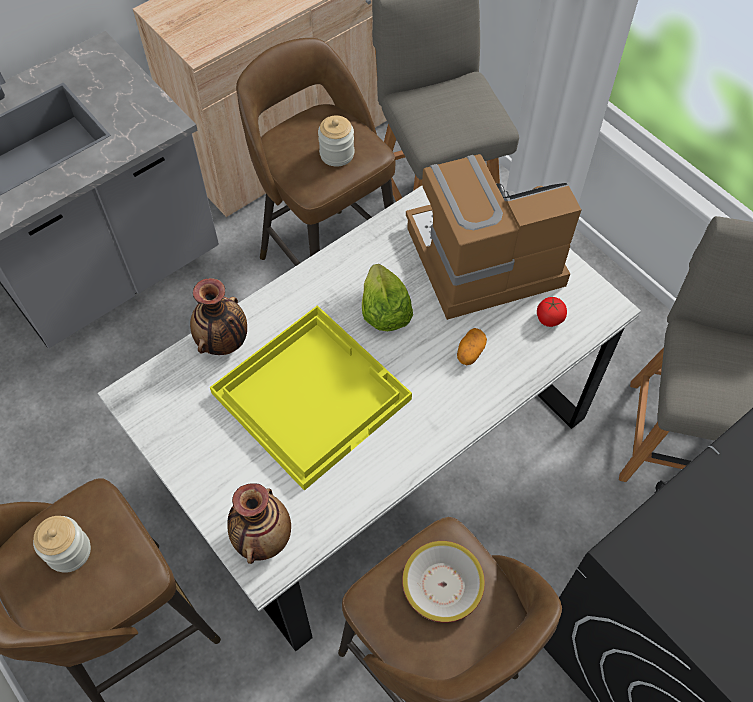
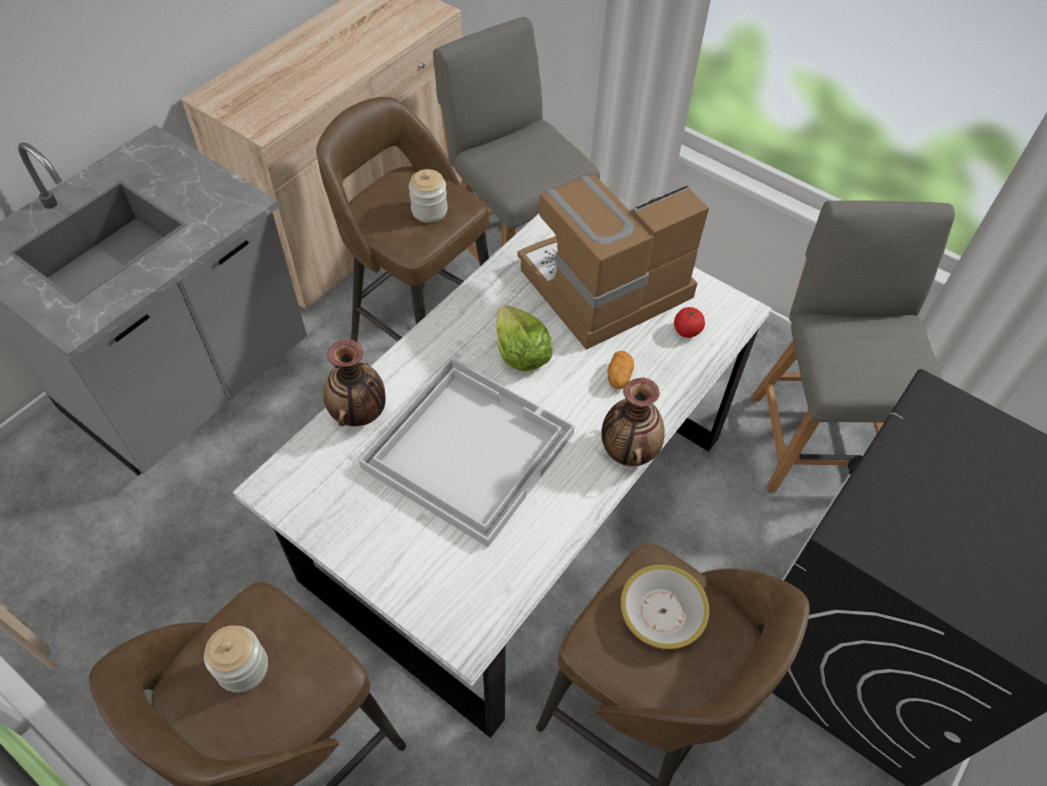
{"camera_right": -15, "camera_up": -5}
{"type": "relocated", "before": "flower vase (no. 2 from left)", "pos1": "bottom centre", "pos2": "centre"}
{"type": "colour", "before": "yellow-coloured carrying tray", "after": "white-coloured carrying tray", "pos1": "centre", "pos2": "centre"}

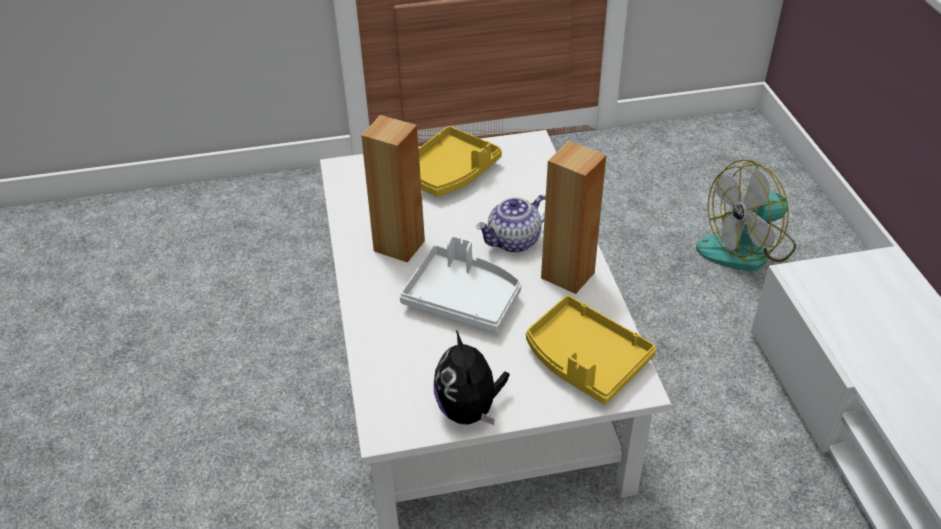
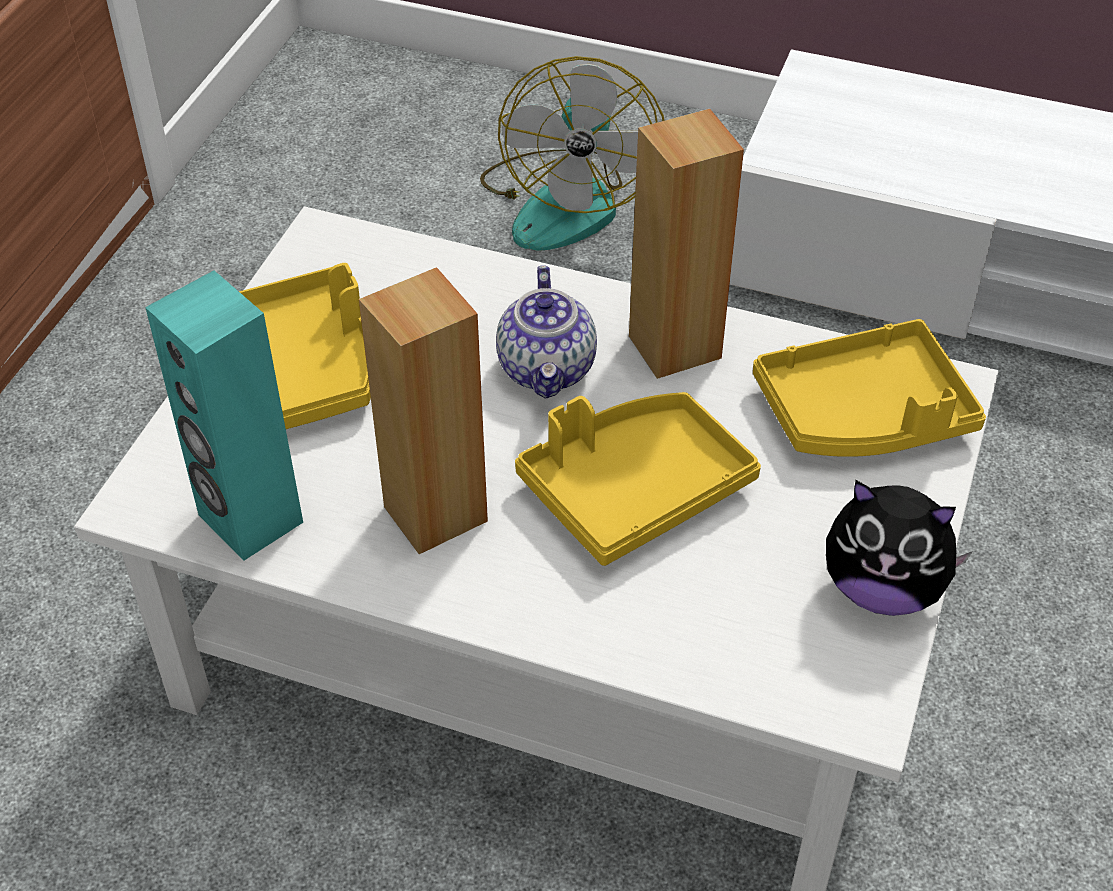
{"camera_right": -60, "camera_up": 5}
{"type": "appeared", "after": "turquoise-coloured loudspeaker", "pos2": "middle left"}
{"type": "colour", "before": "white-coloured carrying tray", "after": "yellow-coloured carrying tray (no. 2 from left)", "pos1": "centre", "pos2": "centre"}

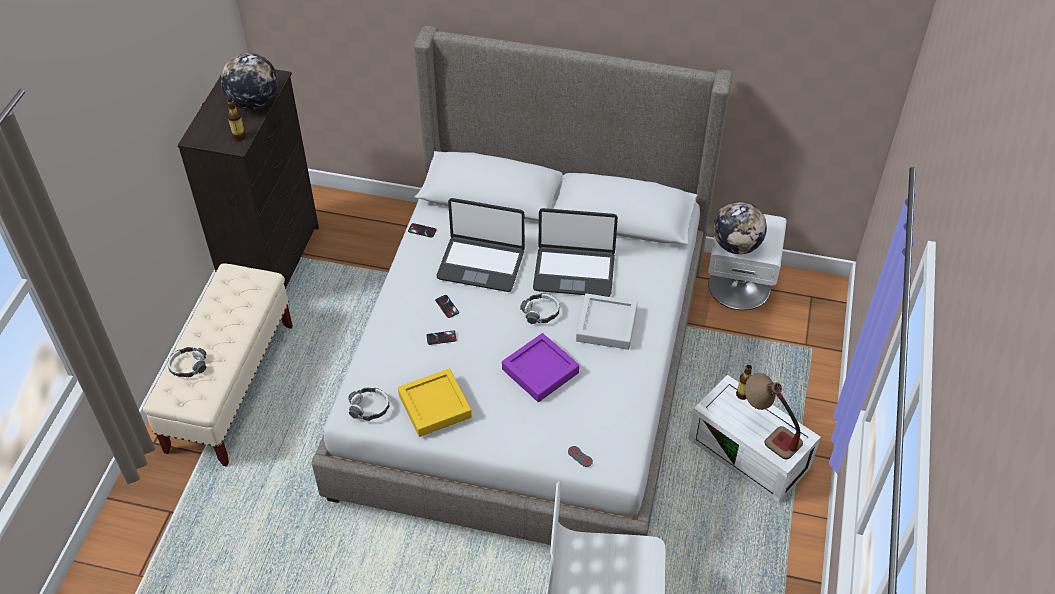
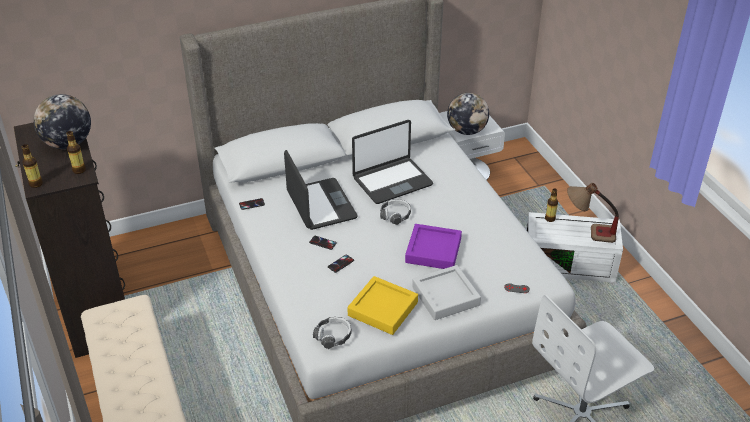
{"camera_right": -35, "camera_up": -10}
{"type": "missing", "before": "headset (no. 1 from left)", "pos1": "middle left"}
{"type": "appeared", "after": "beverage bottle (no. 1 from left)", "pos2": "middle left"}
{"type": "relocated", "before": "greyish carrying tray", "pos1": "centre", "pos2": "bottom centre"}
{"type": "spun", "before": "portable computer (no. 1 from left)", "pos1": "centre", "pos2": "centre", "turn": -90}

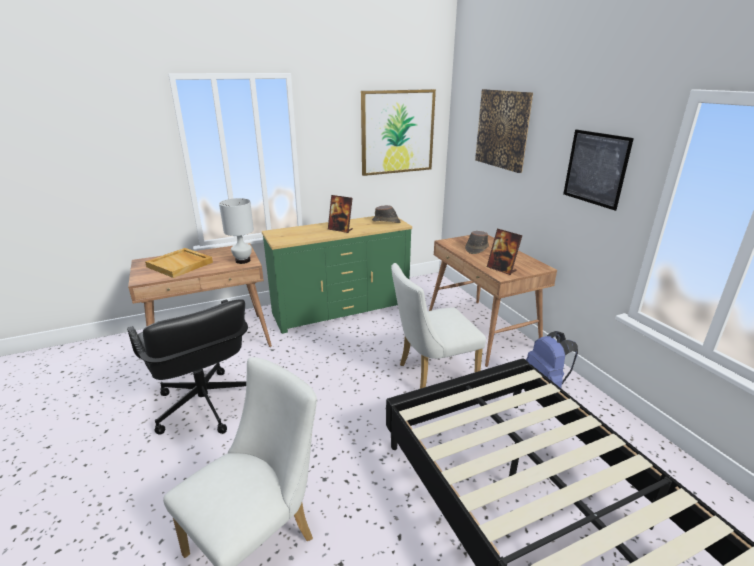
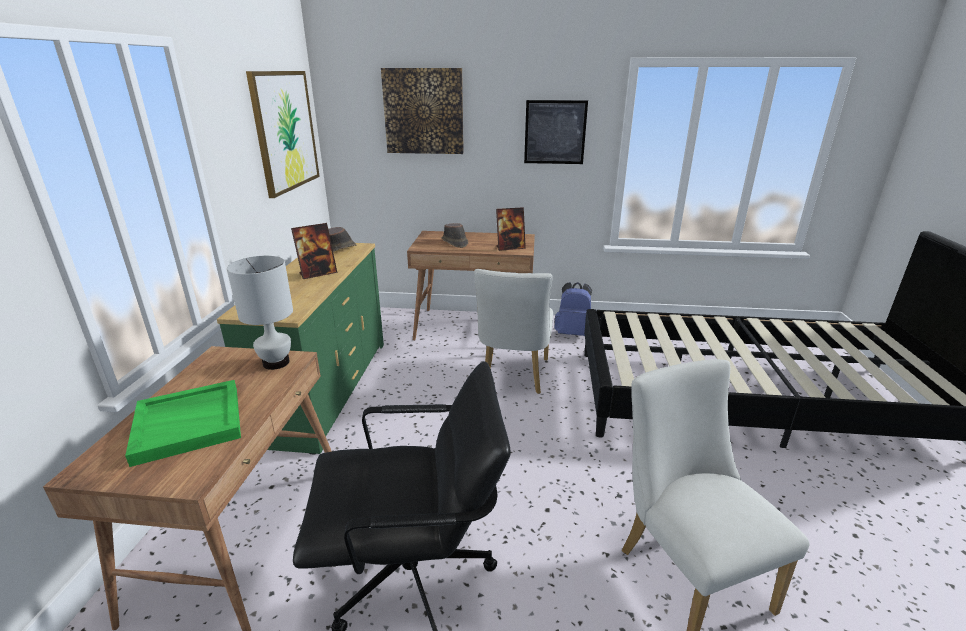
{"camera_right": -60, "camera_up": 0}
{"type": "colour", "before": "beige carrying tray", "after": "green-coloured carrying tray", "pos1": "middle left", "pos2": "bottom left"}

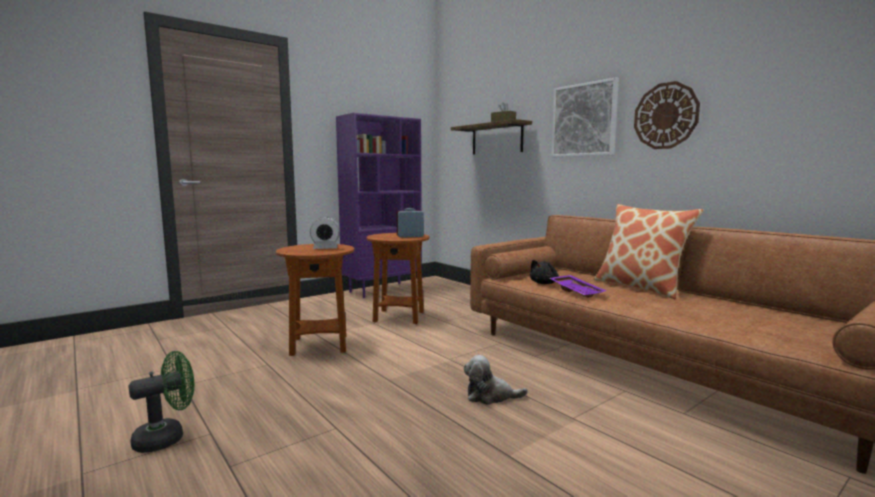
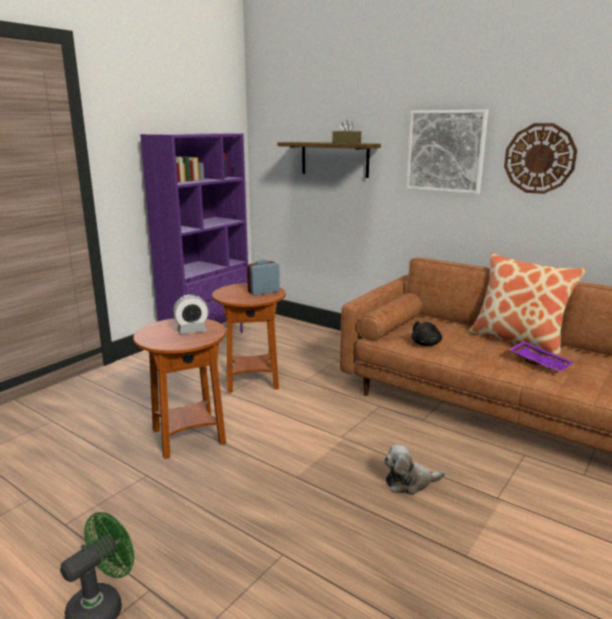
{"camera_right": -15, "camera_up": 10}
{"type": "relocated", "before": "purple-coloured carrying tray", "pos1": "centre", "pos2": "middle right"}

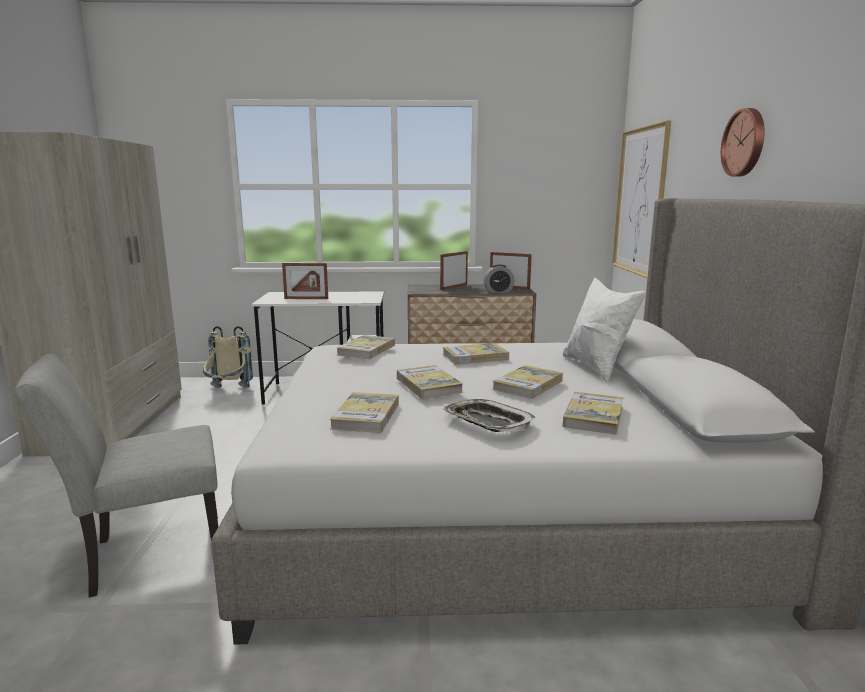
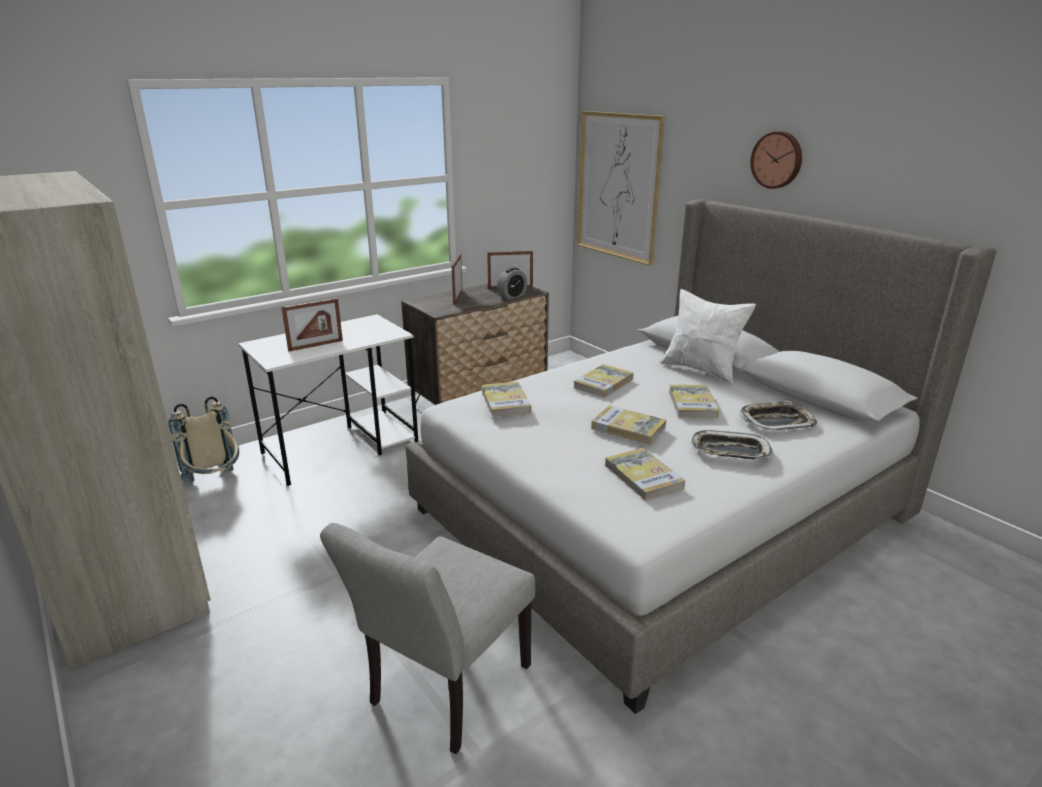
{"camera_right": -35, "camera_up": 10}
{"type": "exchanged", "before": "volume (no. 6 from left)", "after": "carrying tray (no. 2 from left)", "pos1": "middle right", "pos2": "middle right"}

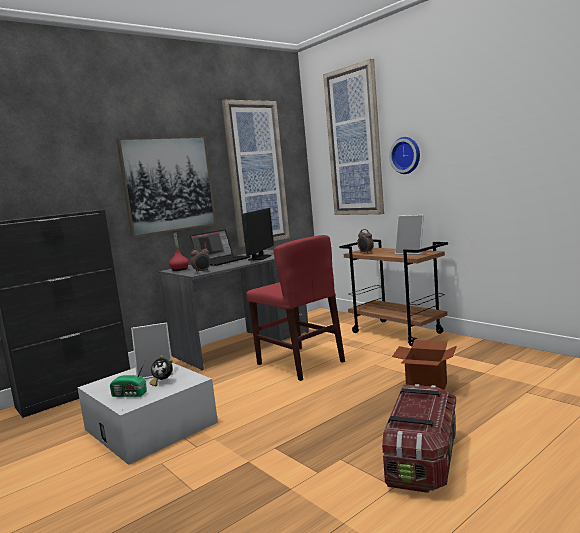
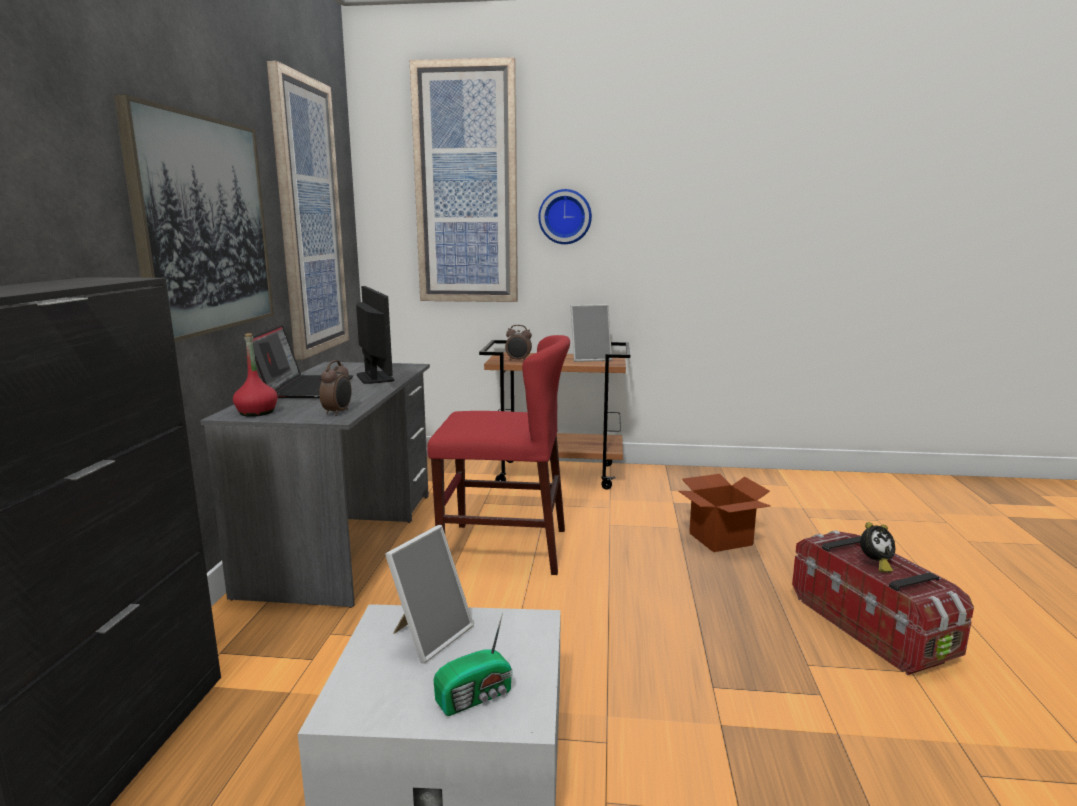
{"camera_right": -45, "camera_up": 5}
{"type": "relocated", "before": "bedside clock (no. 1 from left in the first image)", "after": "bedside clock (no. 3 from left)", "pos1": "bottom left", "pos2": "bottom right"}

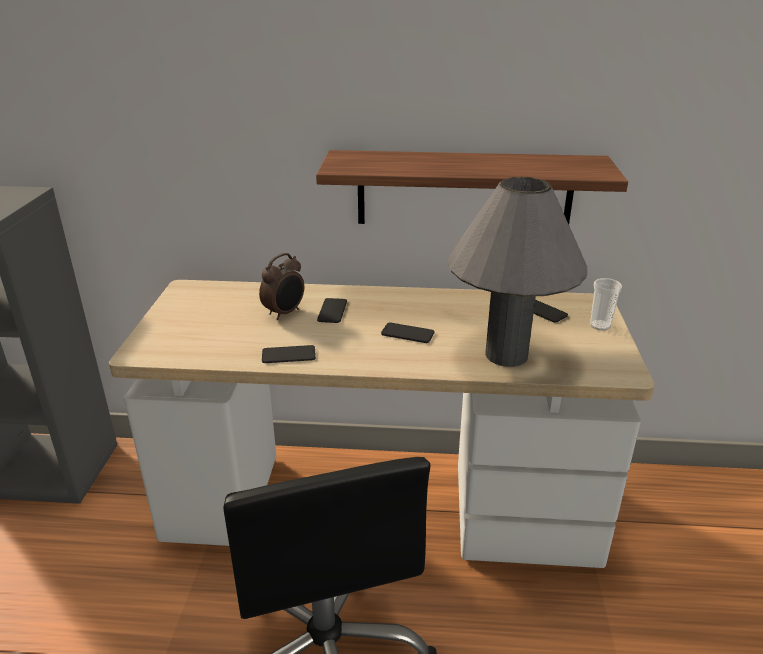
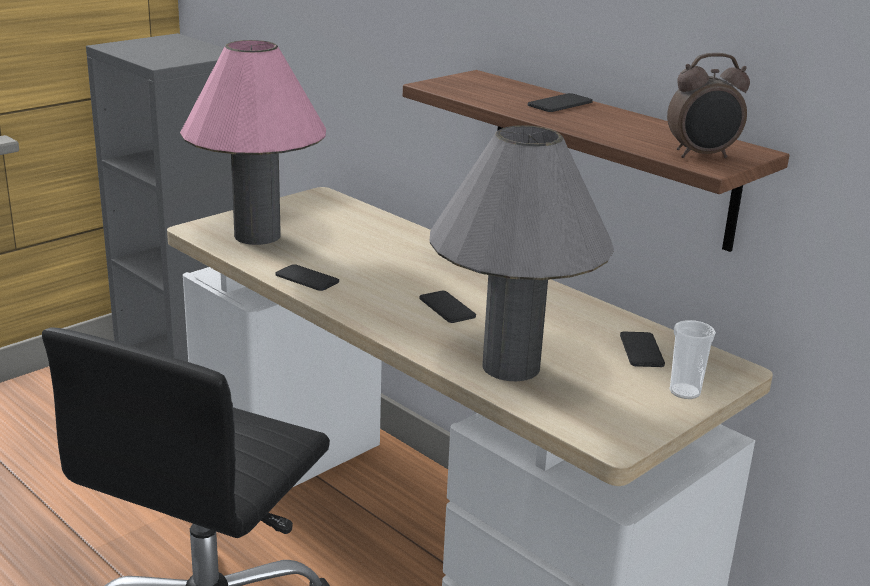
{"camera_right": 40, "camera_up": -5}
{"type": "appeared", "after": "pinkish table lamp", "pos2": "top left"}
{"type": "relocated", "before": "bedside clock", "pos1": "centre", "pos2": "top right"}
{"type": "relocated", "before": "phone (no. 2 from left in the first image)", "after": "phone (no. 3 from left)", "pos1": "centre", "pos2": "top centre"}

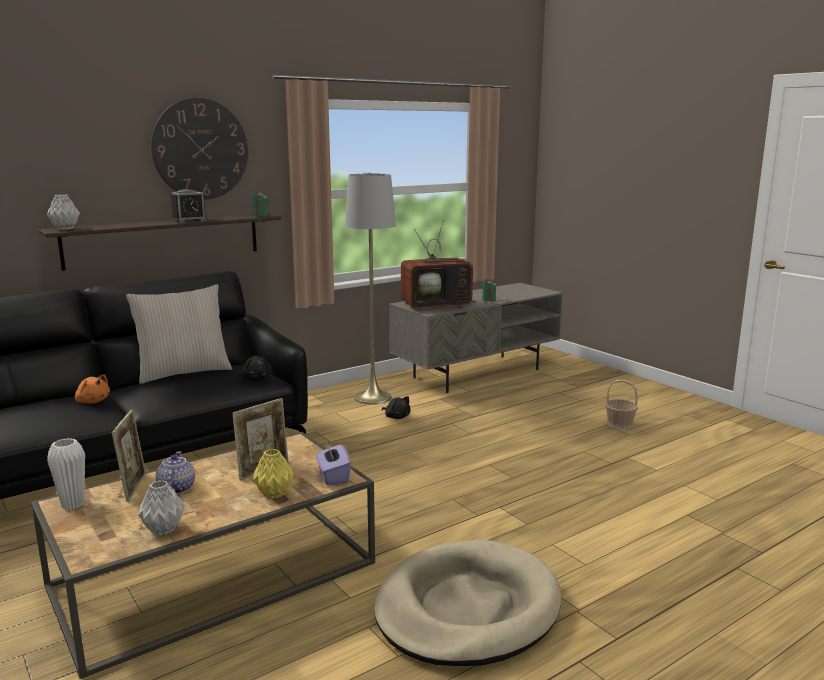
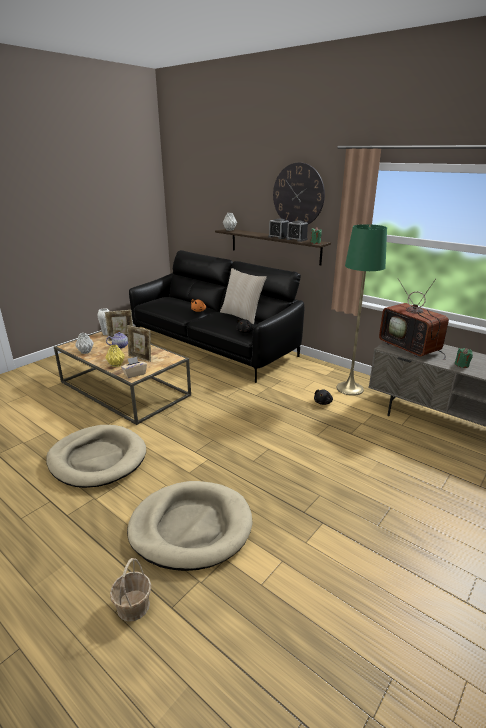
{"camera_right": 75, "camera_up": 10}
{"type": "appeared", "after": "beige dog bed (no. 2 from left)", "pos2": "bottom centre"}
{"type": "appeared", "after": "bedside clock (no. 2 from left)", "pos2": "top centre"}
{"type": "relocated", "before": "basket", "pos1": "middle right", "pos2": "bottom left"}
{"type": "colour", "before": "purple-coloured tissue box", "after": "beige tissue box", "pos1": "bottom centre", "pos2": "middle left"}
{"type": "colour", "before": "greyish standing lamp", "after": "green-coloured standing lamp", "pos1": "centre", "pos2": "middle right"}

